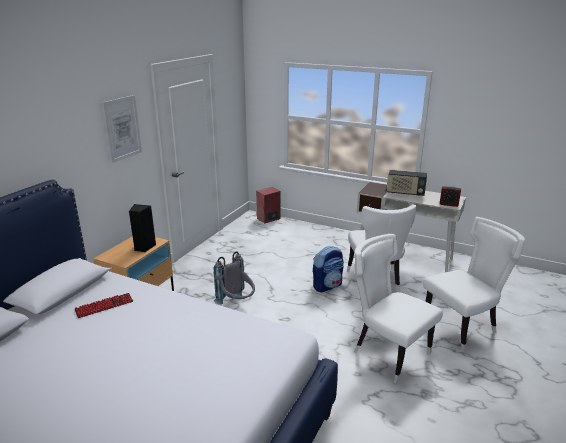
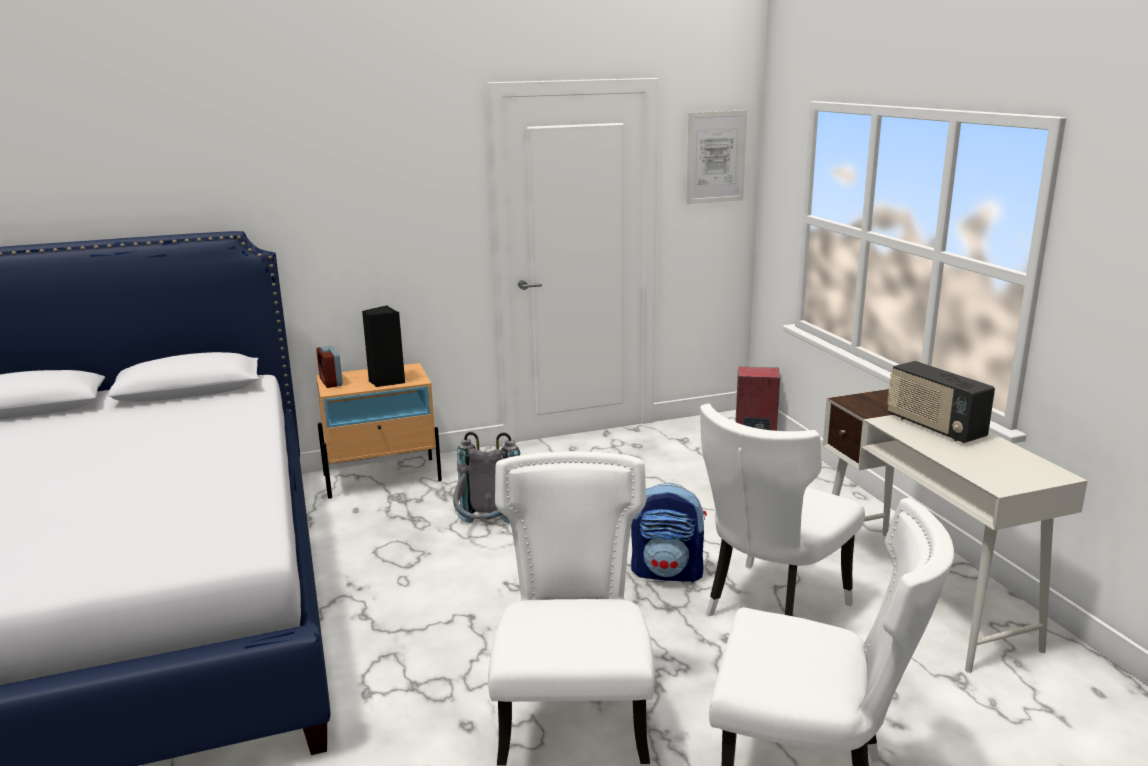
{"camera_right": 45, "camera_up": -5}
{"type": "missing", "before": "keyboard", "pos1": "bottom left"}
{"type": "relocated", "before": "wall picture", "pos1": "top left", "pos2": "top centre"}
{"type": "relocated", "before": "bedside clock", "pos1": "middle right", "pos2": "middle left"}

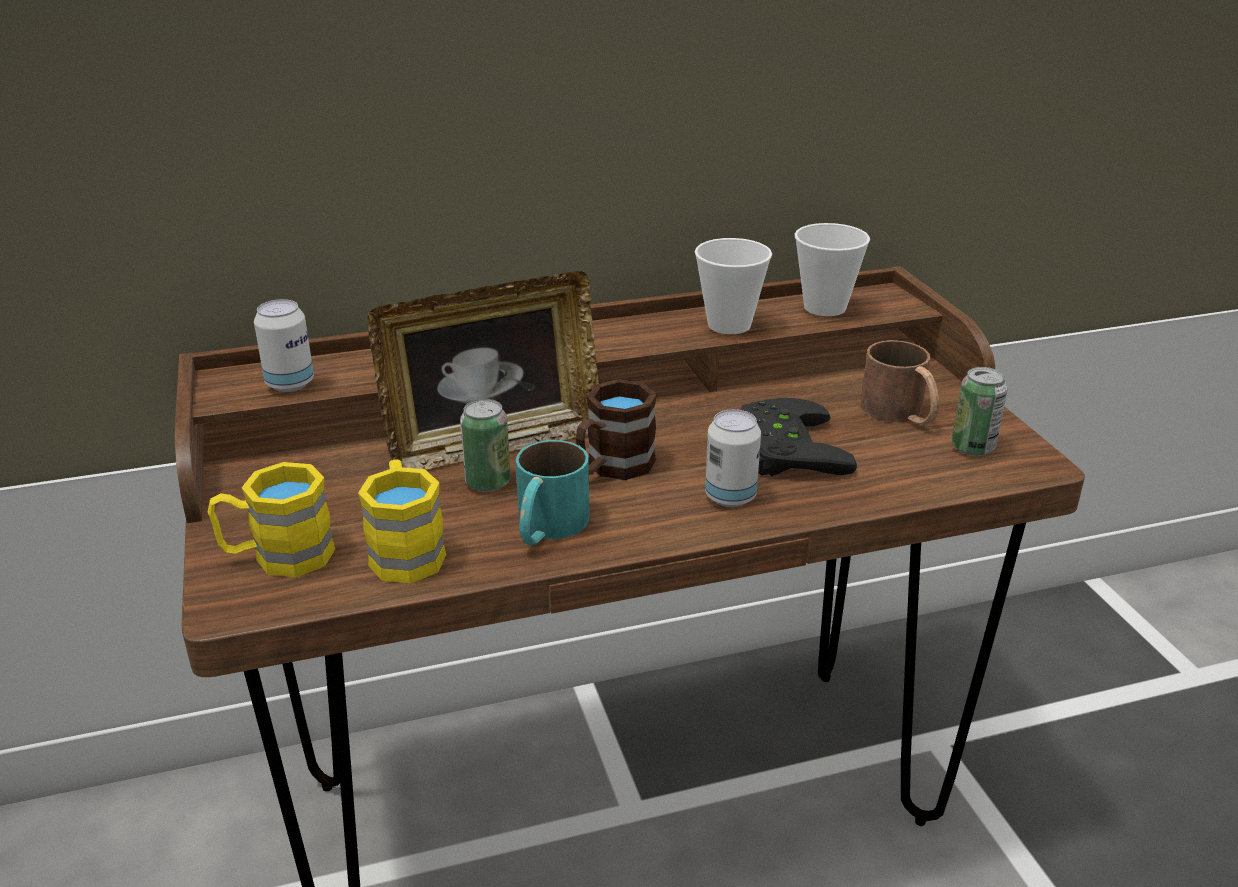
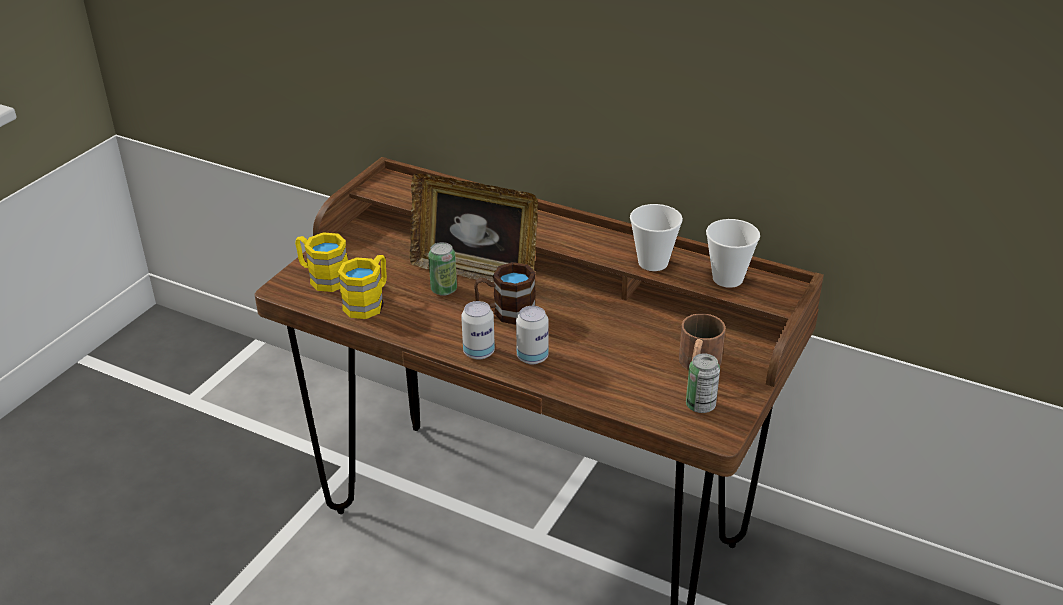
{"camera_right": 45, "camera_up": 5}
{"type": "missing", "before": "turquoise-coloured tea mug", "pos1": "centre"}
{"type": "missing", "before": "black-coloured joypad", "pos1": "centre"}
{"type": "relocated", "before": "can (no. 1 from left in the first image)", "after": "can (no. 2 from left)", "pos1": "middle left", "pos2": "centre"}

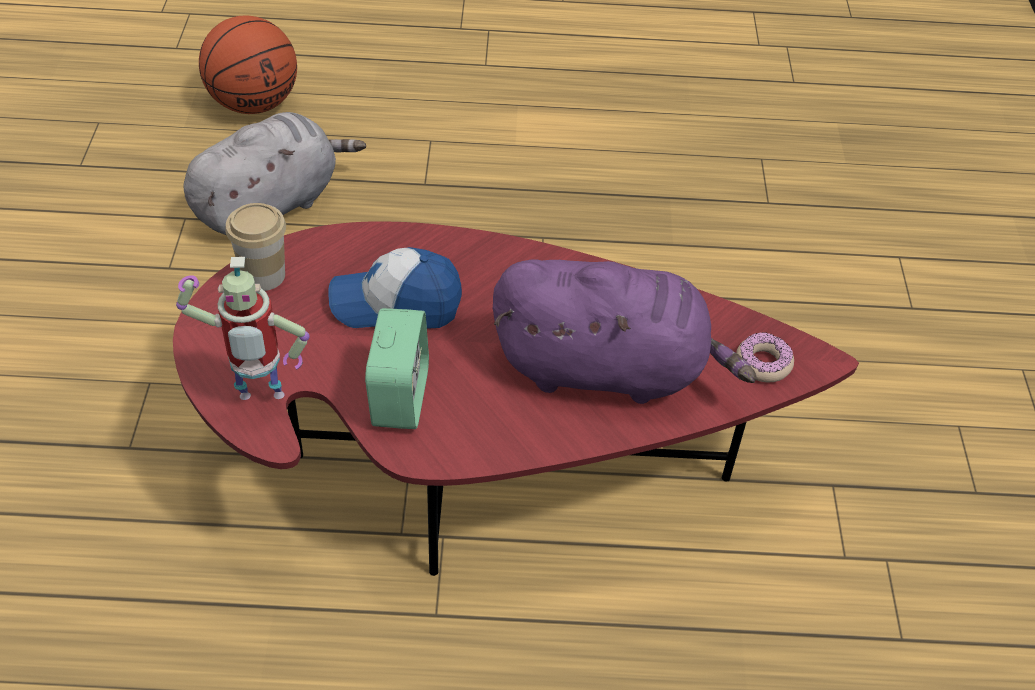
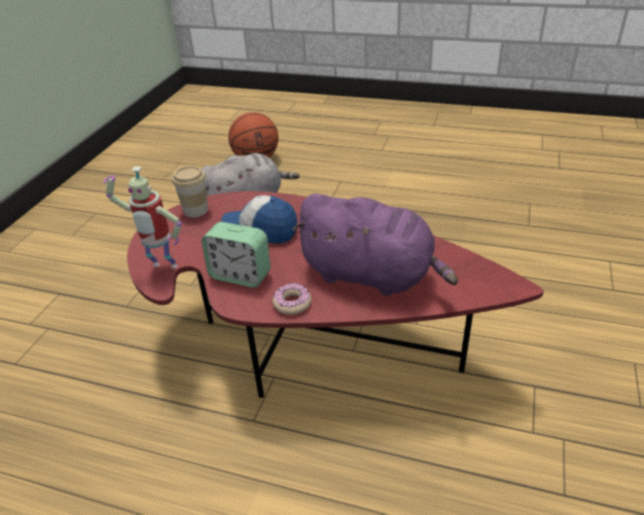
{"camera_right": 20, "camera_up": -10}
{"type": "relocated", "before": "doughnut", "pos1": "middle right", "pos2": "centre"}
{"type": "spun", "before": "bedside clock", "pos1": "centre", "pos2": "centre", "turn": 90}

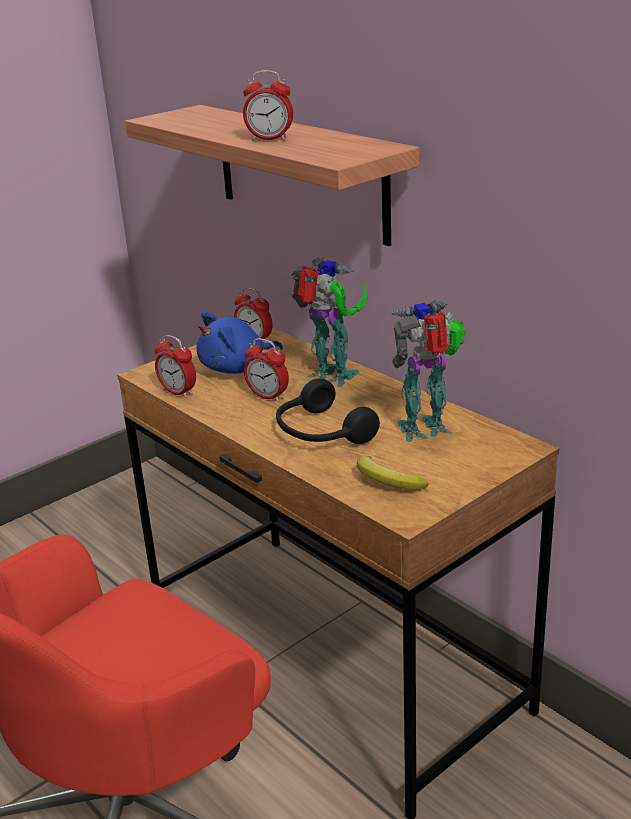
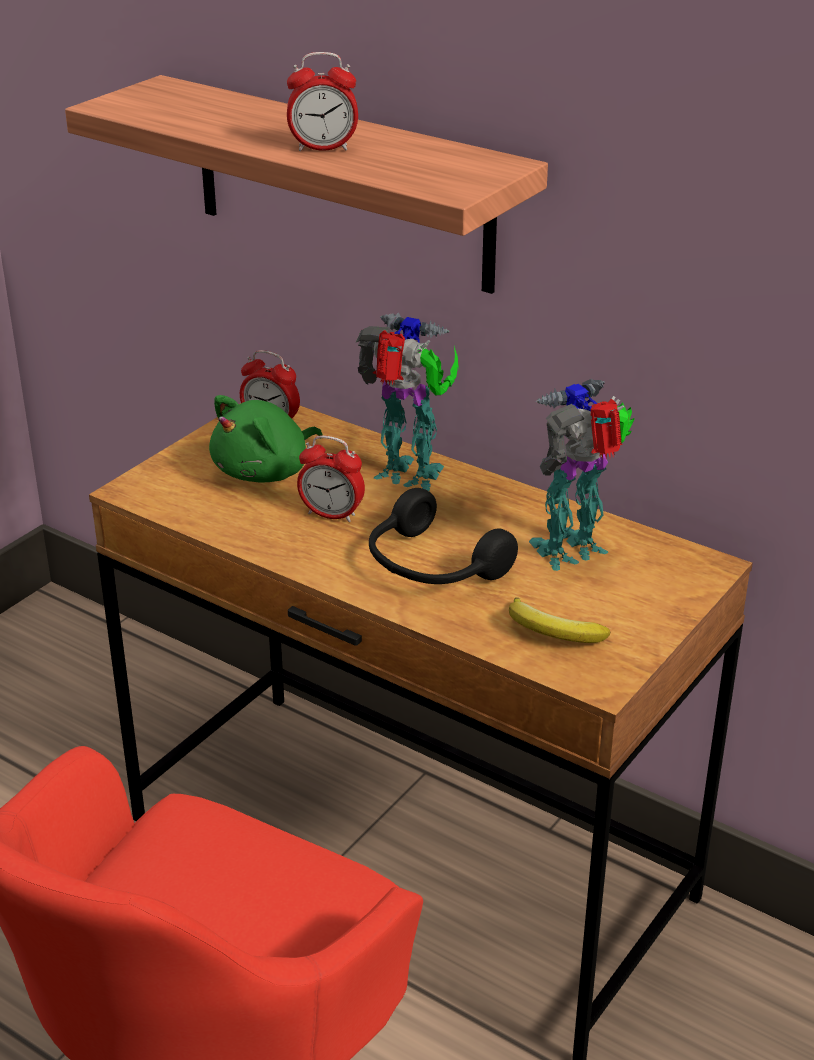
{"camera_right": -15, "camera_up": 5}
{"type": "missing", "before": "bedside clock (no. 1 from left)", "pos1": "middle left"}
{"type": "colour", "before": "blue-coloured plush toy", "after": "green-coloured plush toy", "pos1": "centre", "pos2": "middle left"}

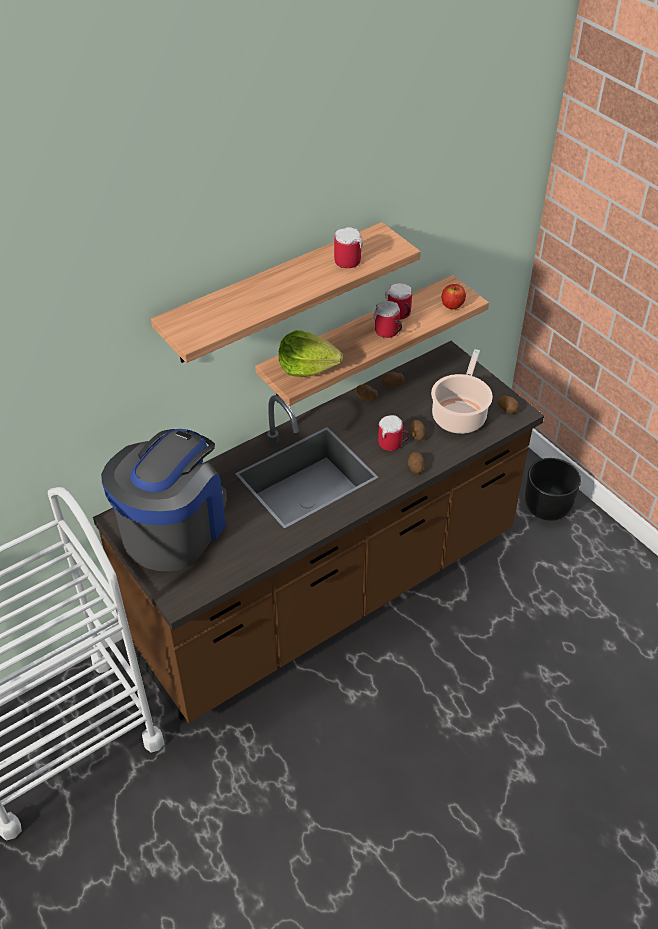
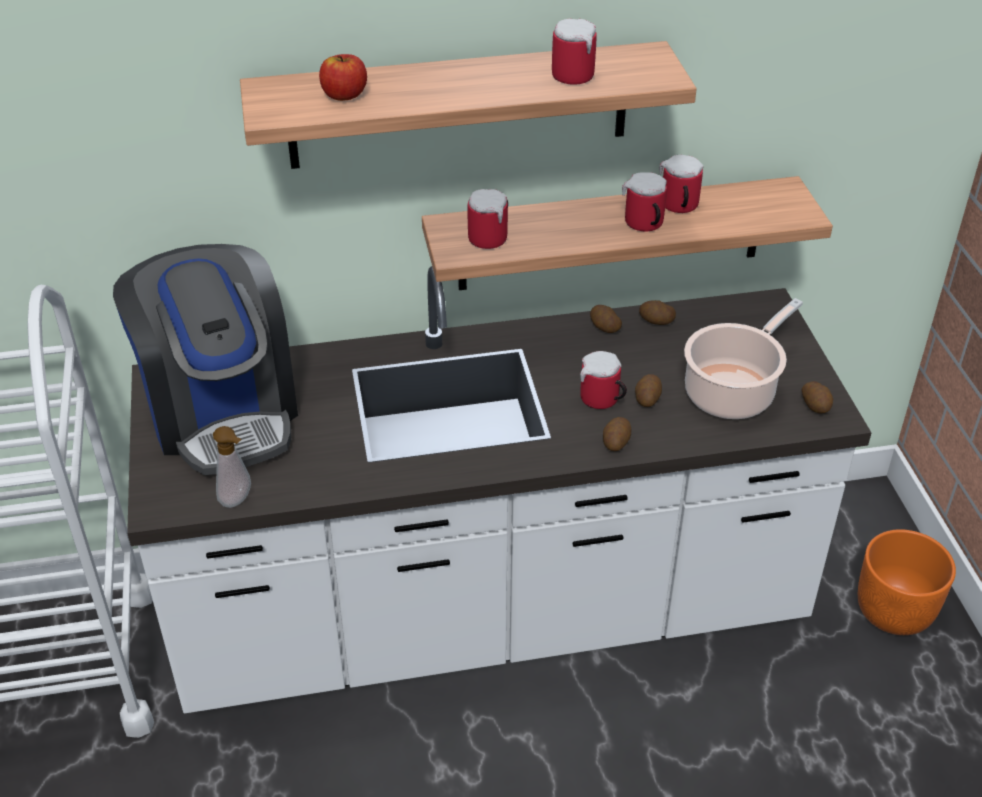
{"camera_right": 25, "camera_up": -5}
{"type": "appeared", "after": "liquid soap bottle", "pos2": "middle left"}
{"type": "relocated", "before": "apple fruit", "pos1": "top right", "pos2": "top centre"}
{"type": "exchanged", "before": "head of lettuce", "after": "tea mug (no. 1 from left)", "pos1": "centre", "pos2": "top centre"}
{"type": "colour", "before": "brown-coloured counter", "after": "white-coloured counter", "pos1": "centre", "pos2": "centre"}
{"type": "colour", "before": "black-coloured planter", "after": "orange planter", "pos1": "middle right", "pos2": "bottom right"}
{"type": "spun", "before": "coffee machine", "pos1": "middle left", "pos2": "middle left", "turn": 105}

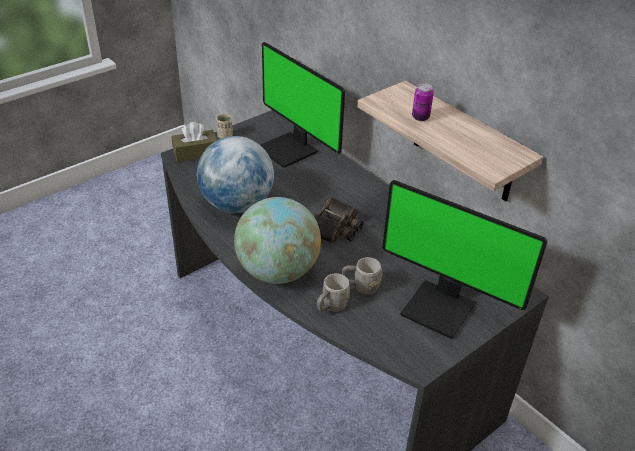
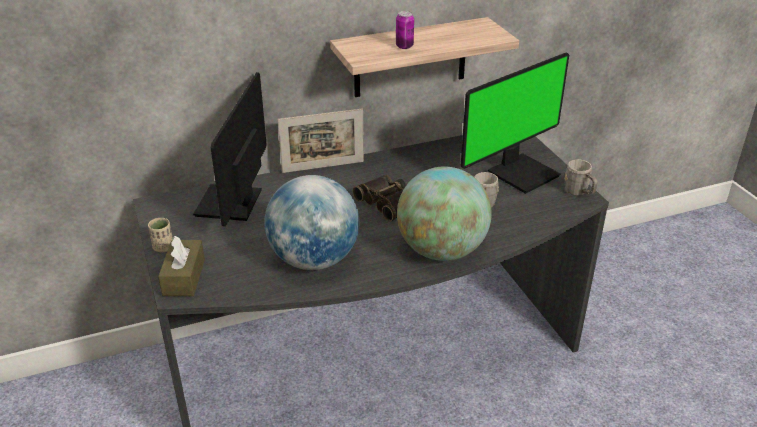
{"camera_right": -70, "camera_up": -5}
{"type": "appeared", "after": "photo frame", "pos2": "top centre"}
{"type": "relocated", "before": "greyish tea mug (no. 1 from left in the first image)", "after": "greyish tea mug (no. 2 from left)", "pos1": "centre", "pos2": "middle right"}
{"type": "spun", "before": "computer screen (no. 1 from left)", "pos1": "top centre", "pos2": "middle left", "turn": 120}

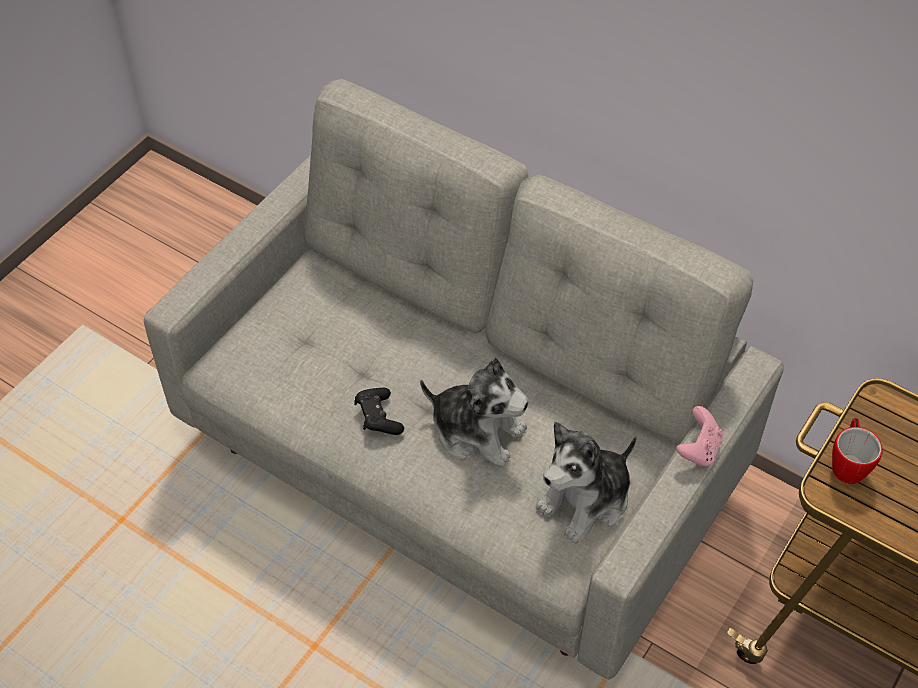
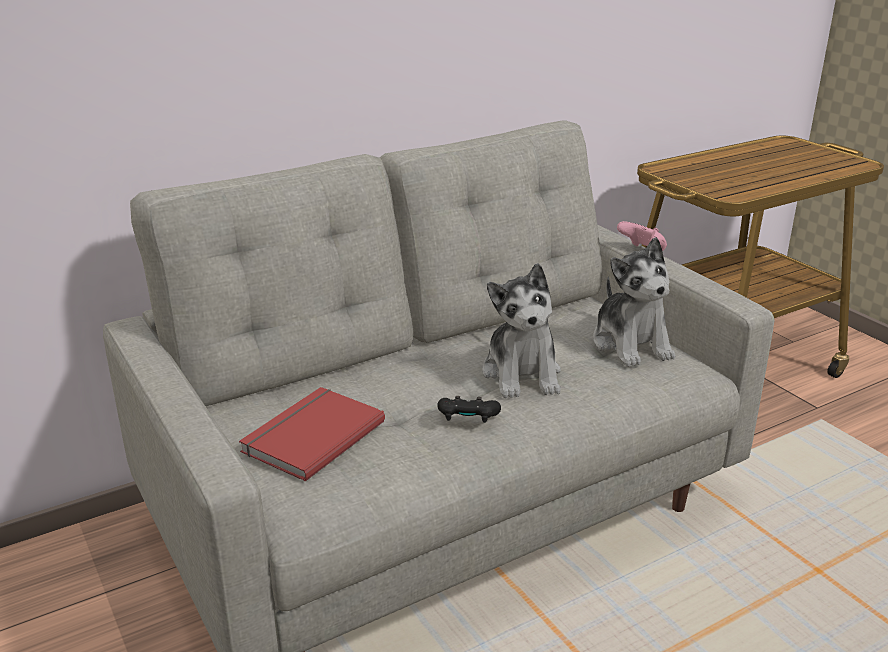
{"camera_right": -65, "camera_up": -25}
{"type": "missing", "before": "tea mug", "pos1": "middle right"}
{"type": "appeared", "after": "red-coloured volume", "pos2": "centre"}
{"type": "spun", "before": "plush toy (no. 1 from left)", "pos1": "centre", "pos2": "centre", "turn": 120}

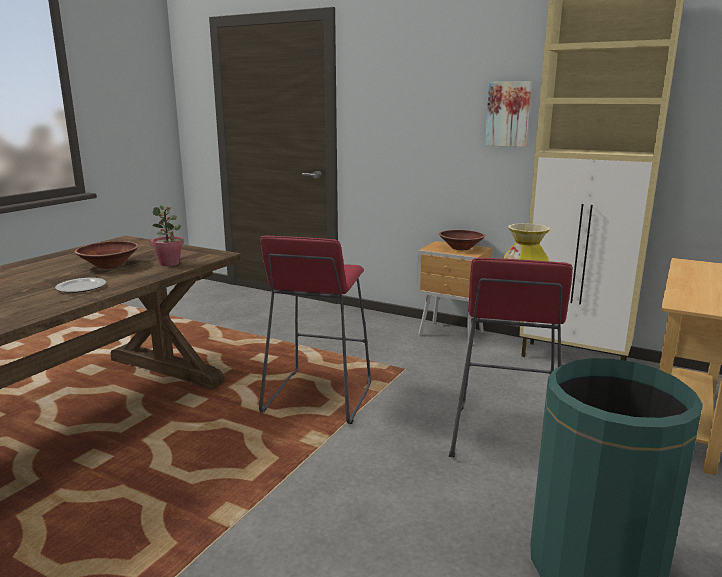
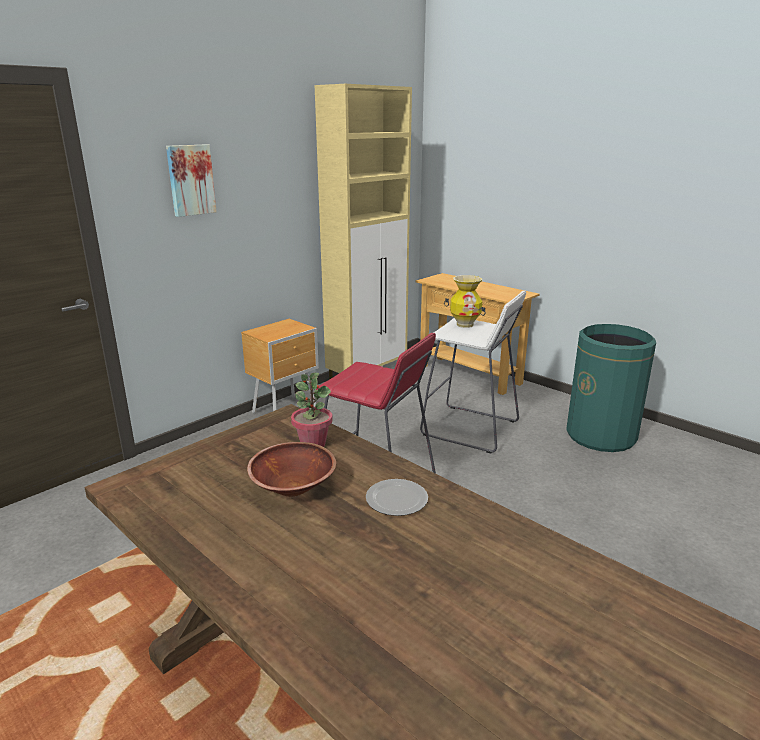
{"camera_right": -75, "camera_up": 5}
{"type": "missing", "before": "brown-coloured serving bowl (no. 2 from left)", "pos1": "centre"}
{"type": "relocated", "before": "wall picture", "pos1": "top right", "pos2": "top left"}
{"type": "colour", "before": "red-coloured stool seat (no. 2 from left)", "after": "white-coloured stool seat", "pos1": "middle right", "pos2": "centre"}

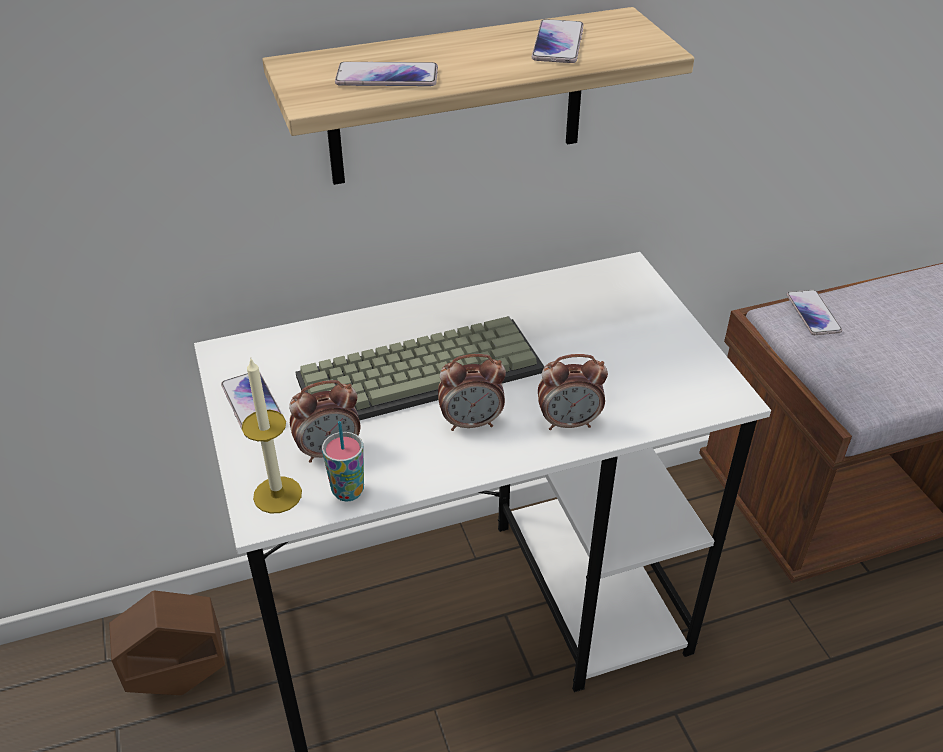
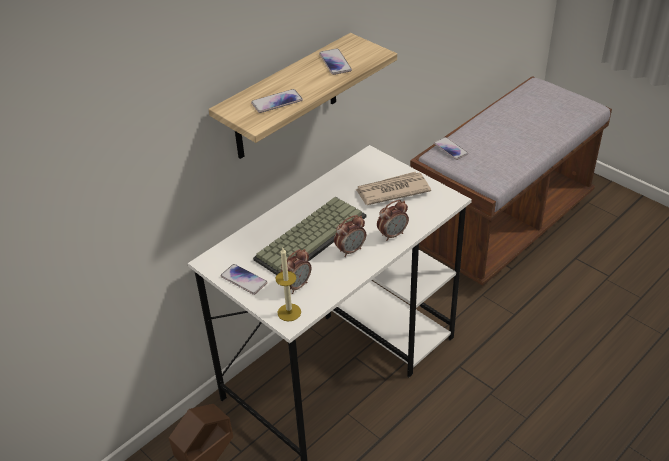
{"camera_right": -25, "camera_up": 0}
{"type": "missing", "before": "small cup", "pos1": "centre"}
{"type": "appeared", "after": "printed paper", "pos2": "centre"}

